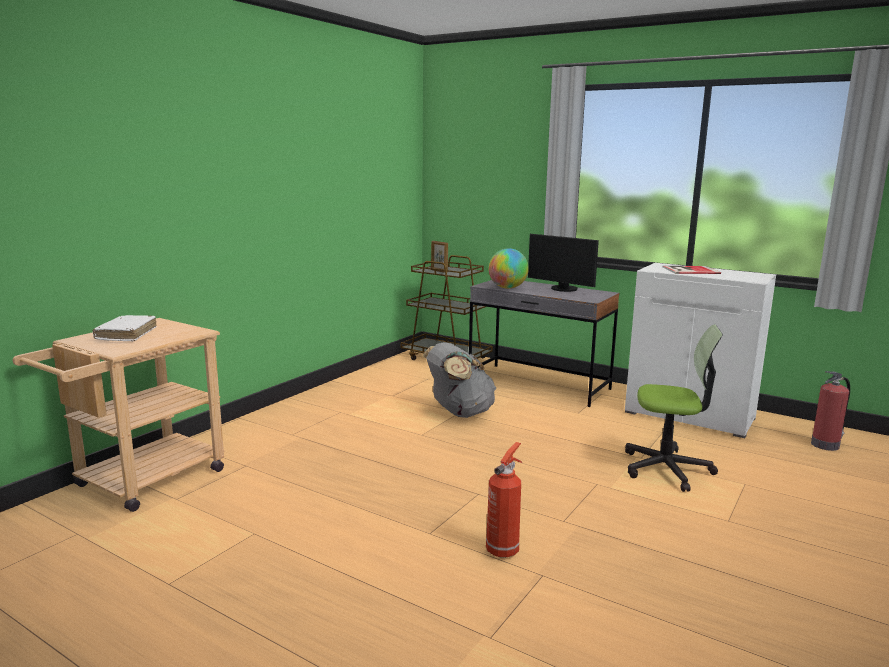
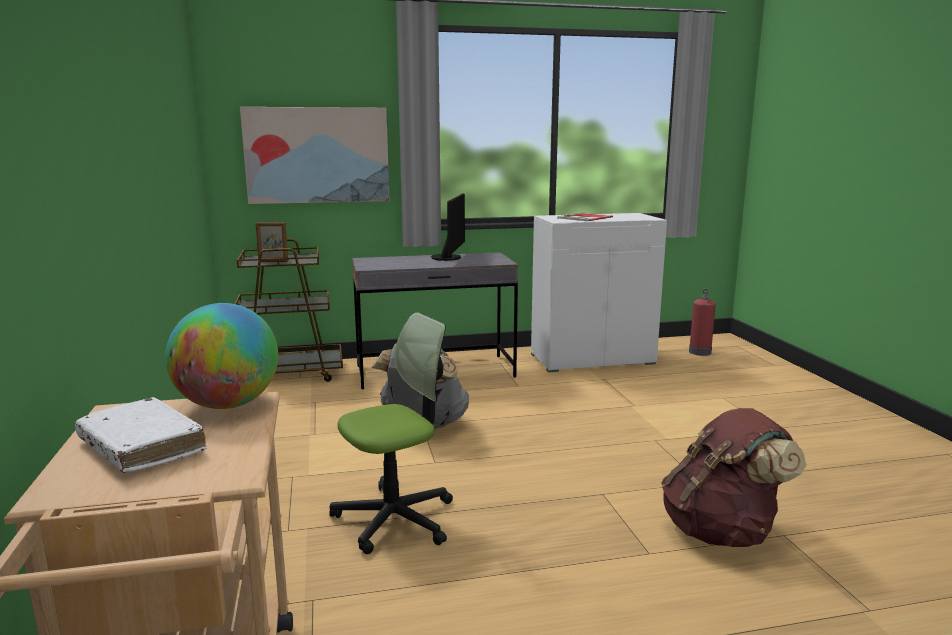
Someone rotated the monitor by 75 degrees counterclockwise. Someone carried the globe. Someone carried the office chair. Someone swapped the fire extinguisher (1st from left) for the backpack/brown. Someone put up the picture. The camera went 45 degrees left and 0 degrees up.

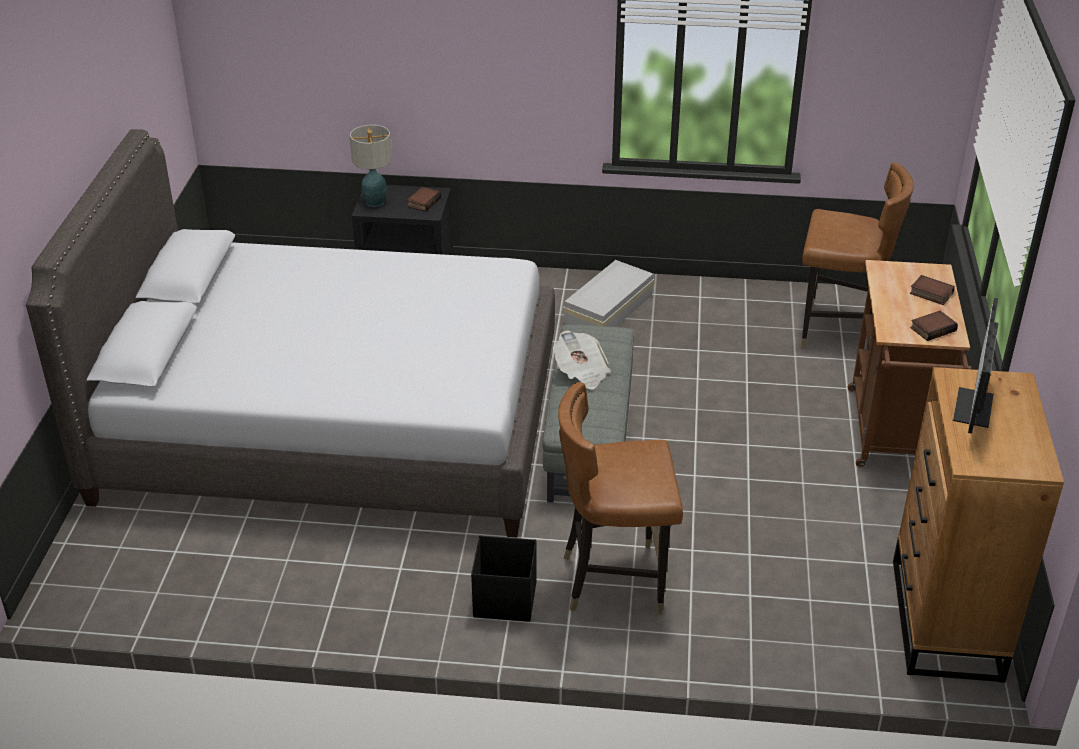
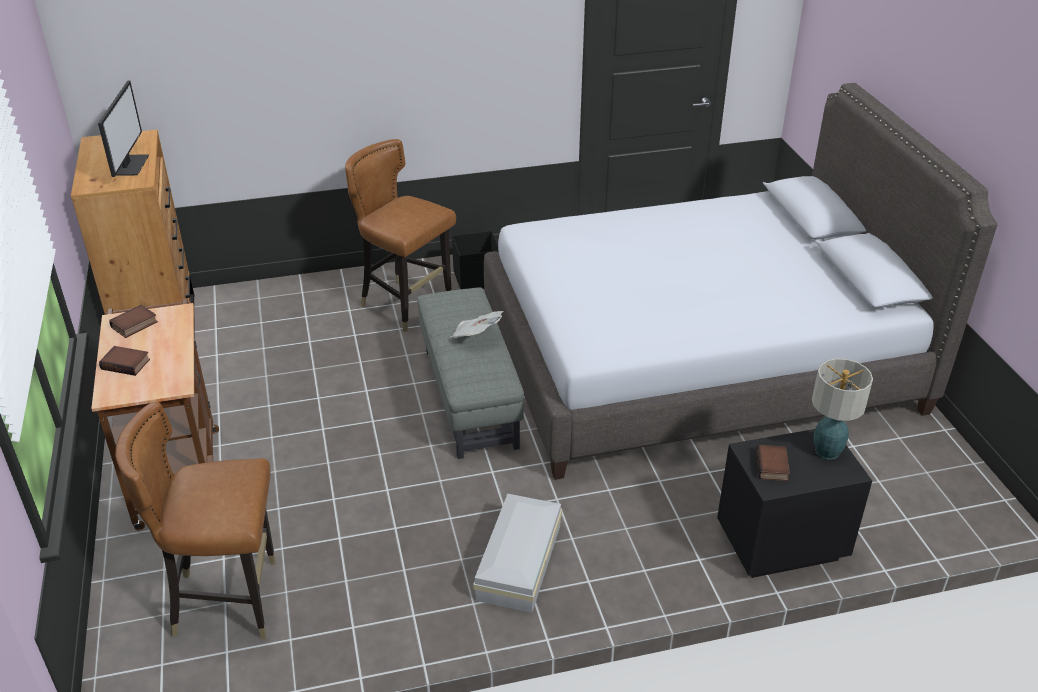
Someone rotated the chair/brown (1st from left in the first image) by 120 degrees counterclockwise. The camera went 160 degrees right and 0 degrees up.

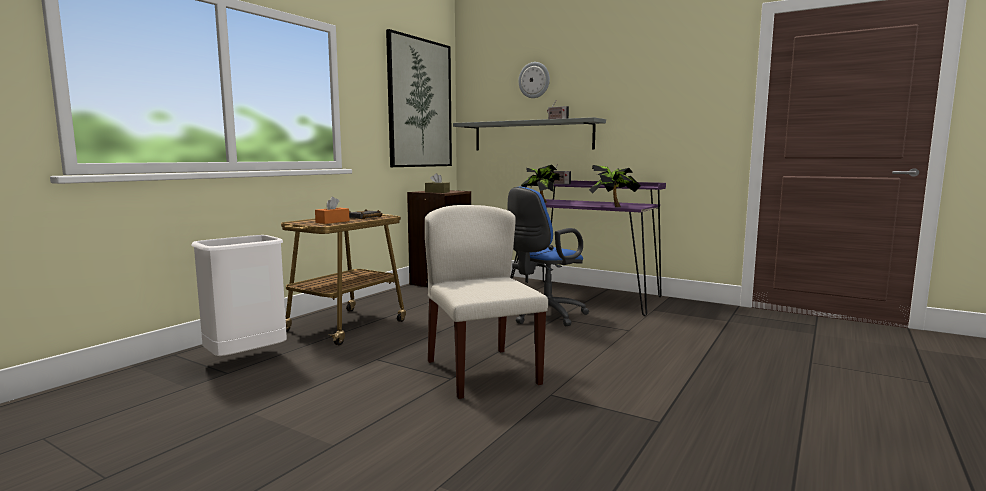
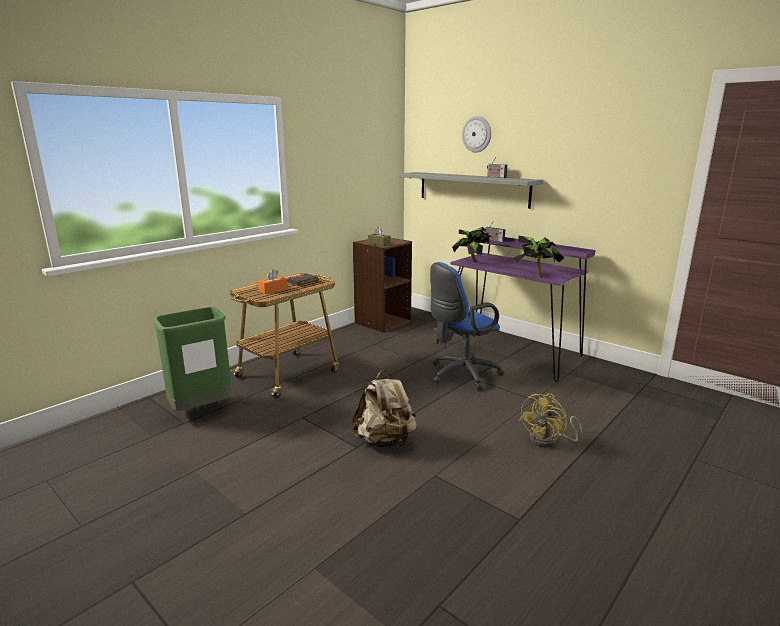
Someone took away the picture. Someone swapped the chair/beige for the backpack/beige. Someone repainted the trash can/white, which became the trash can/green. Someone put down the fan/yellow. The camera went 10 degrees right and 10 degrees up.

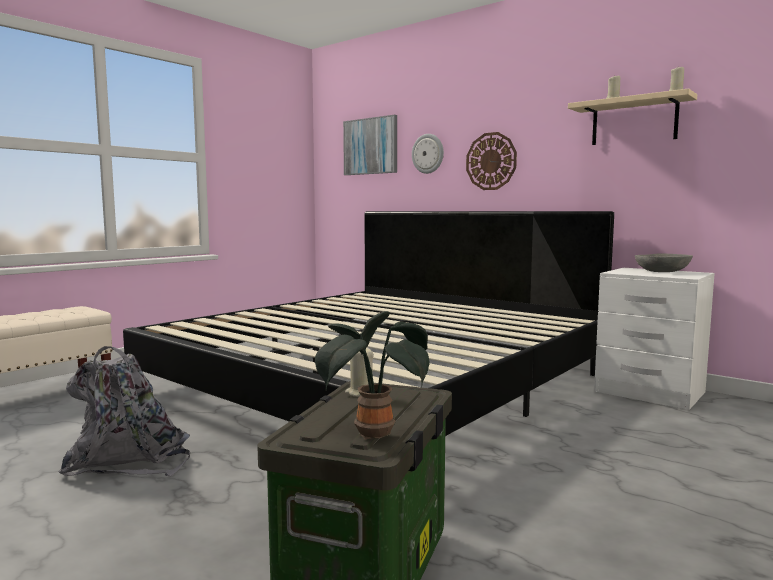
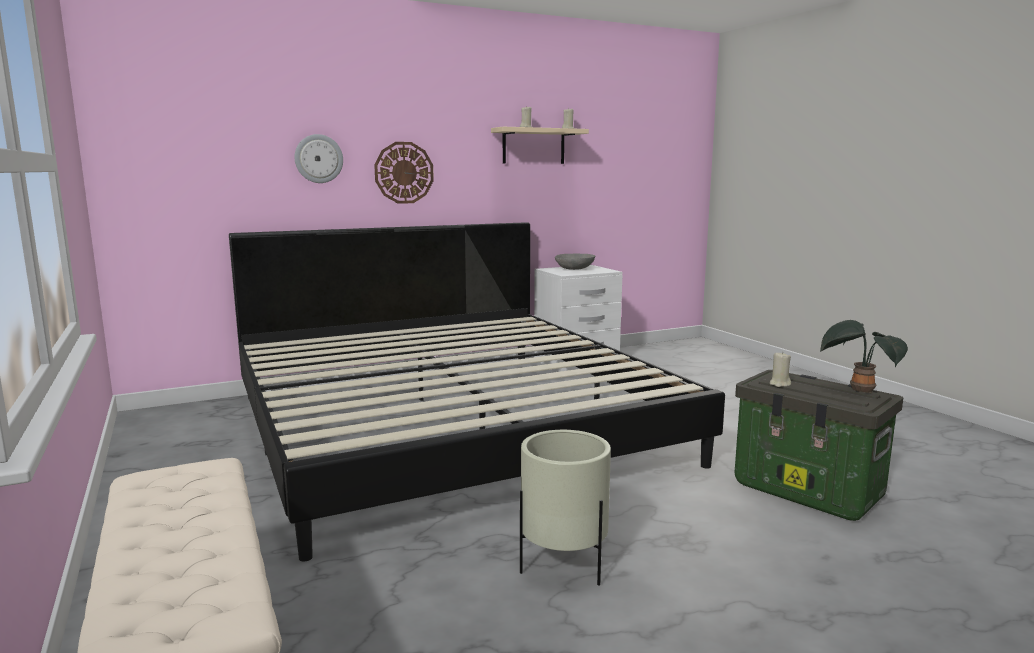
Someone took away the picture. Someone swapped the backpack/grey for the planter/beige. The camera went 65 degrees left and 5 degrees up.

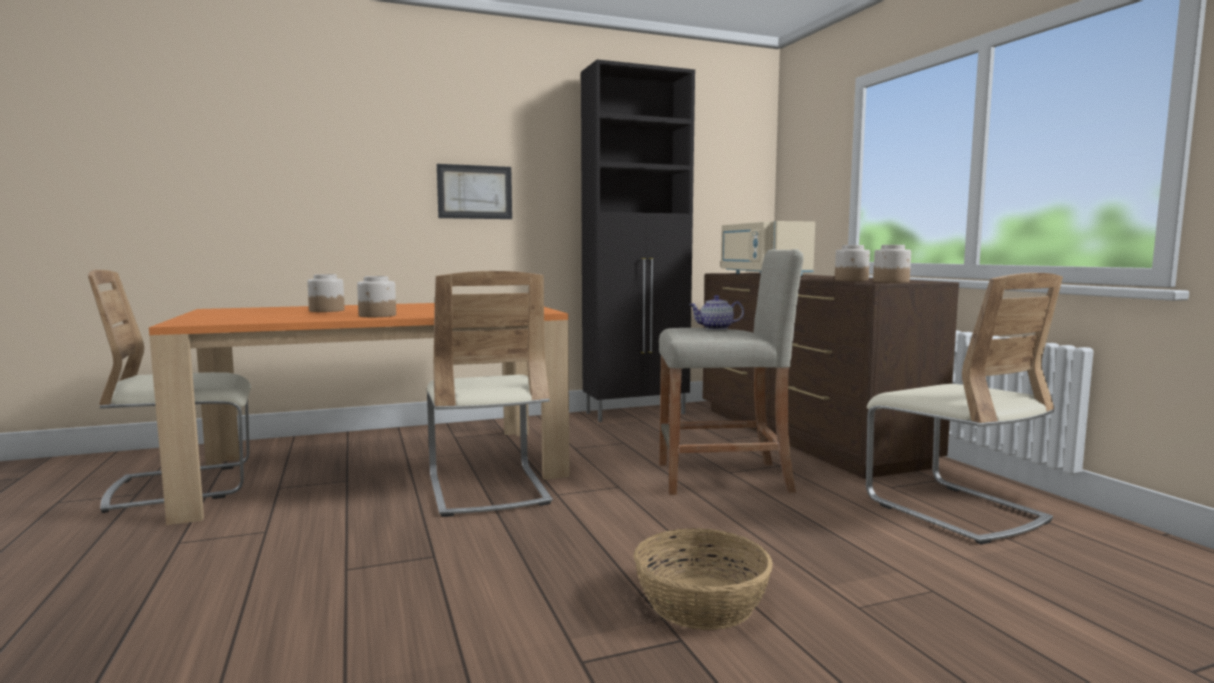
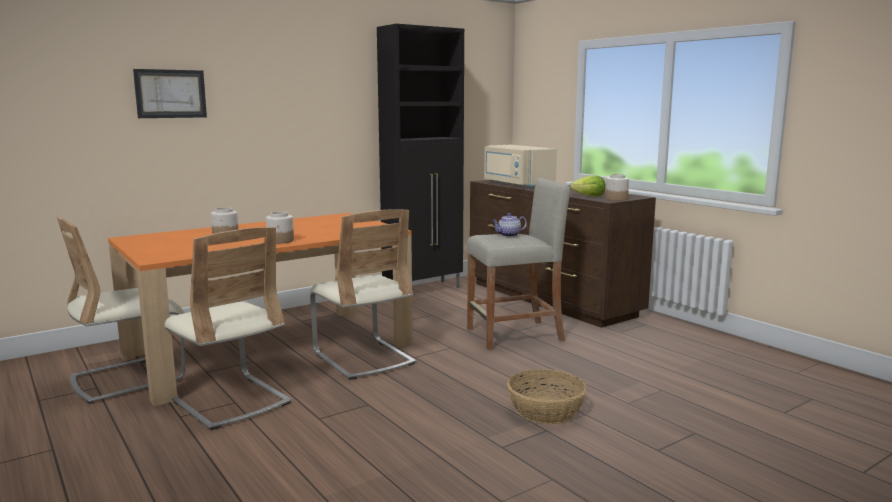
Someone carried the picture. Someone swapped the jar (3rd from left) for the lettuce. Someone carried the chair/beige (3rd from left in the first image). The camera went 15 degrees left and 5 degrees up.

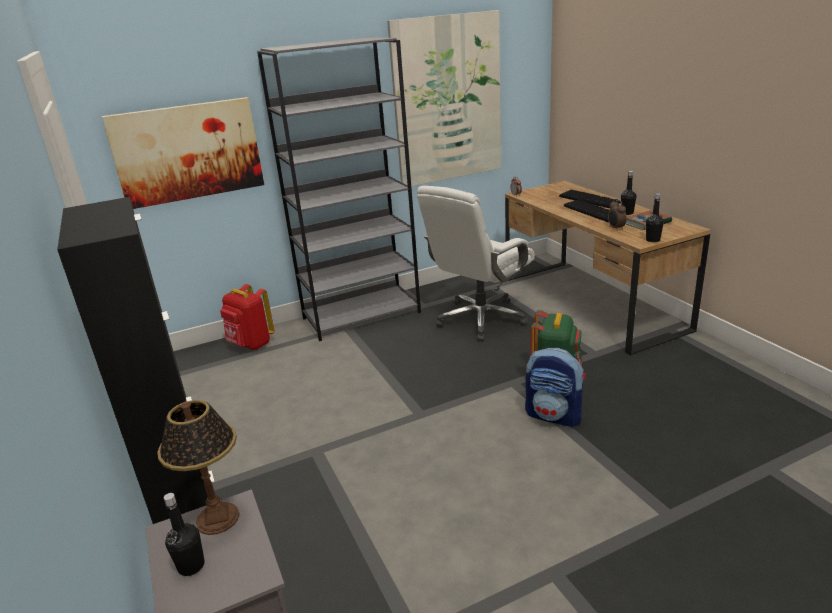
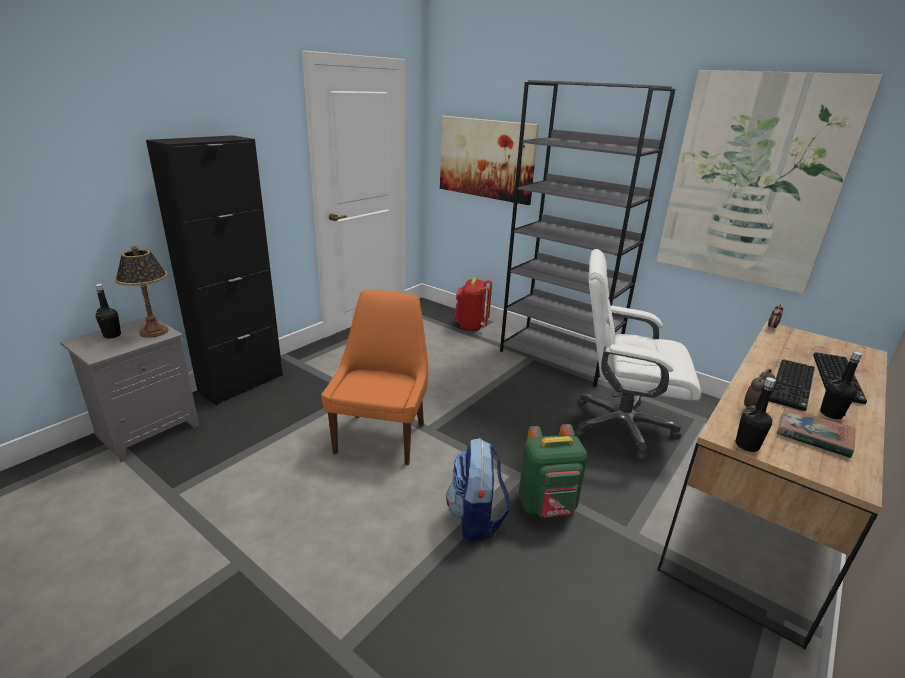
Someone put down the chair/orange. The camera went 60 degrees right and 0 degrees up.

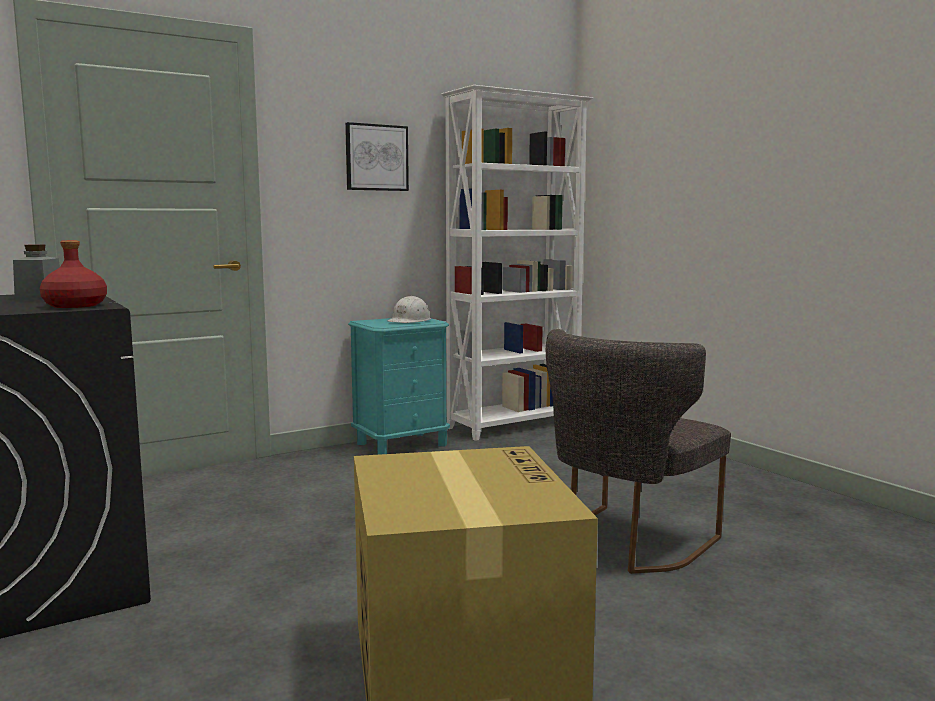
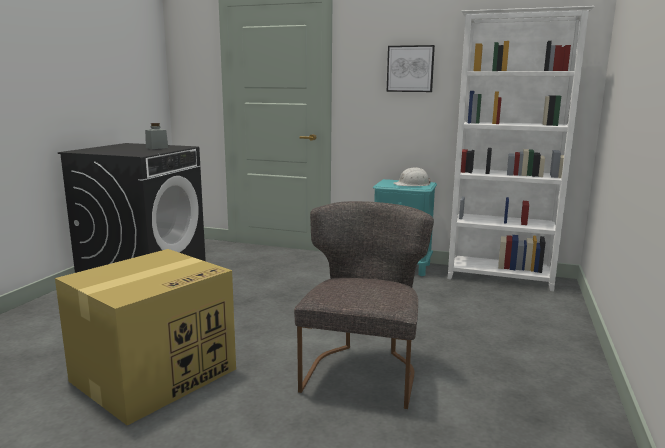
Someone took away the bottle/red. Someone rotated the chair/grey by 105 degrees clockwise. The camera went 50 degrees right and 5 degrees up.

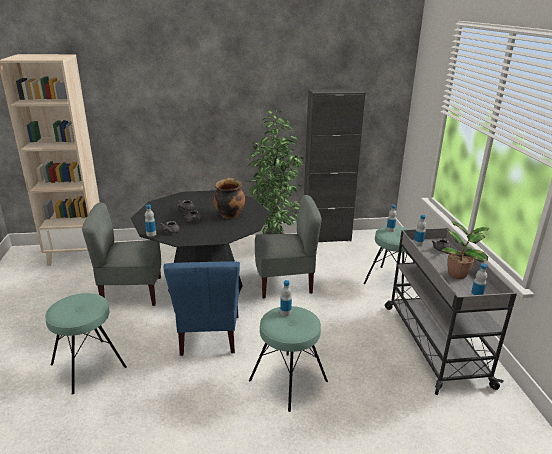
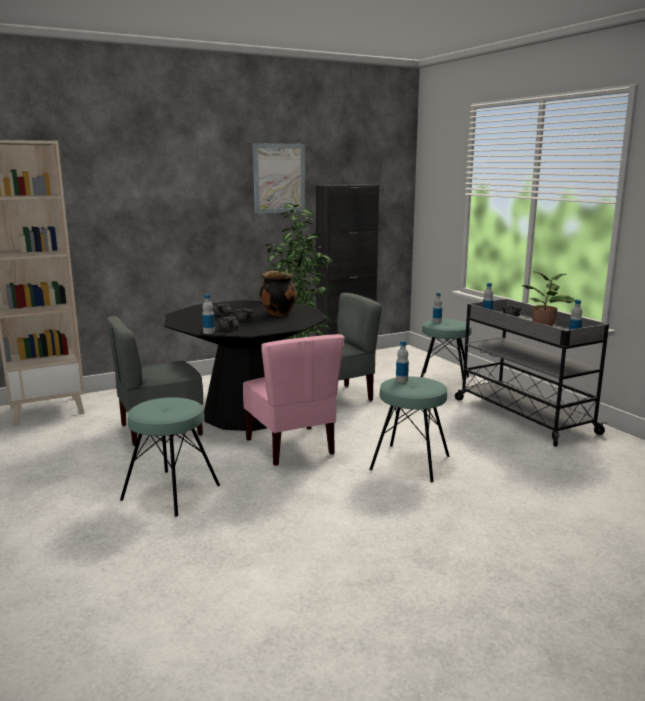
Someone repainted the chair/blue, which became the chair/pink. Someone put up the picture. The camera went 20 degrees left and 10 degrees down.

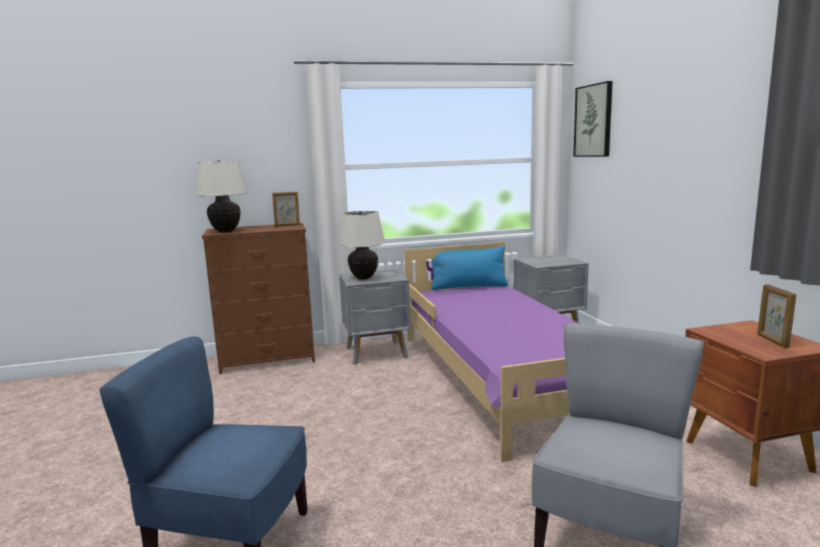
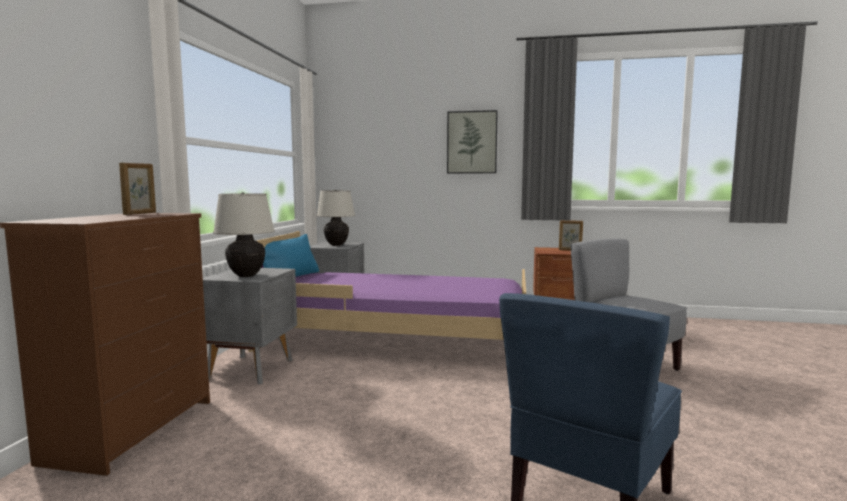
Someone carried the picture. Someone carried the table lamp/beige (1st from left in the first image). The camera went 65 degrees left and 5 degrees down.

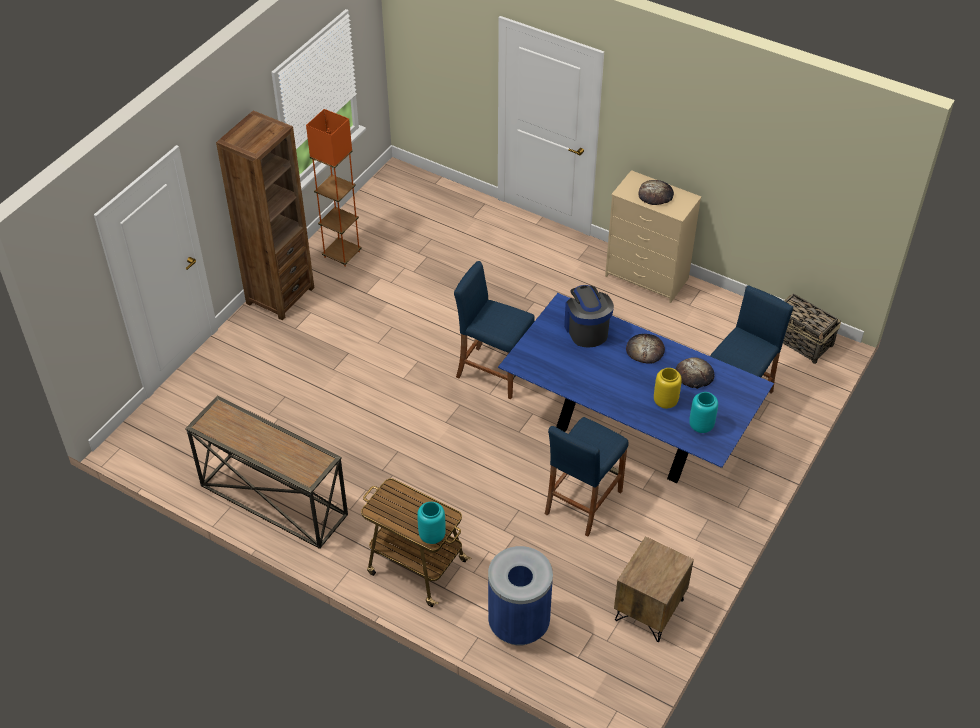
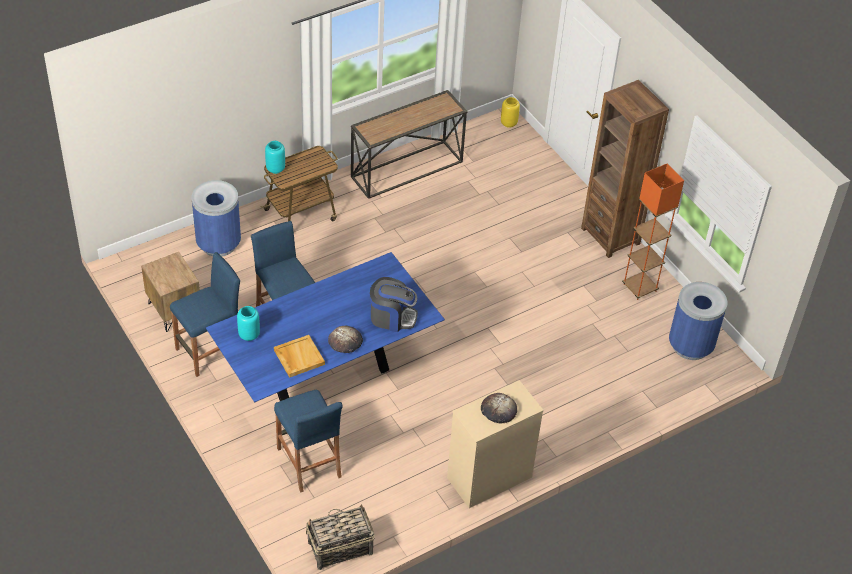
Someone carried the stool/blue (1st from left). Someone swapped the bread (3rd from left) for the tray/beige. Someone carried the vase/yellow. Someone put down the trash can/blue (2nd from left). The camera went 115 degrees right and 0 degrees up.

